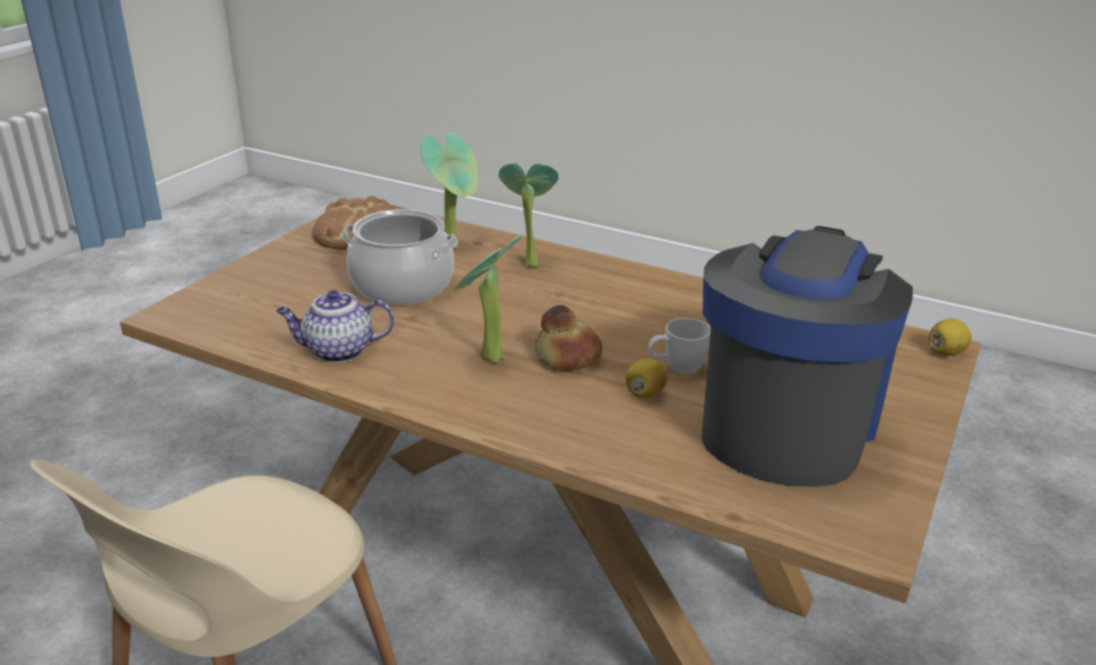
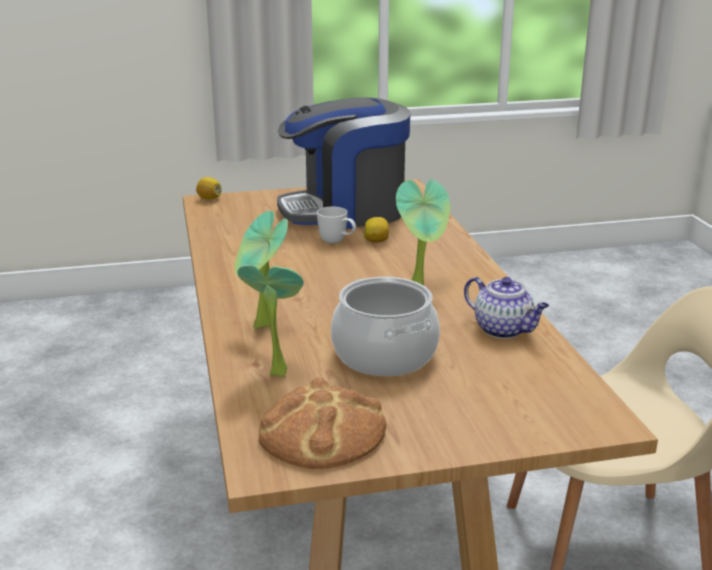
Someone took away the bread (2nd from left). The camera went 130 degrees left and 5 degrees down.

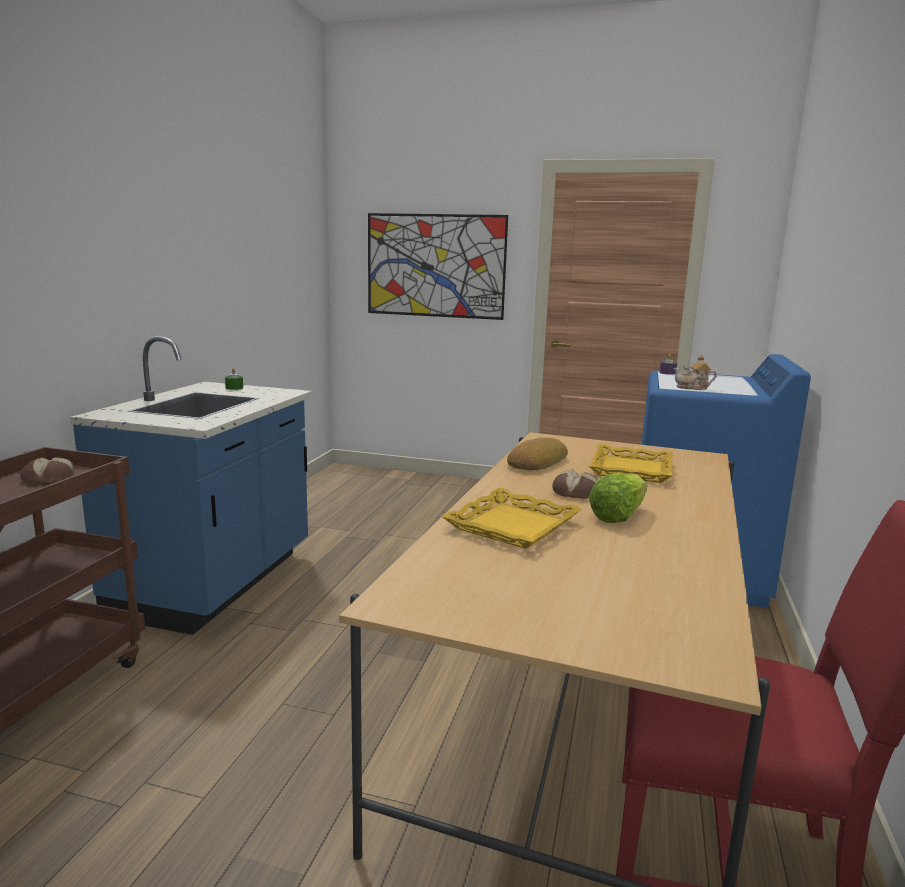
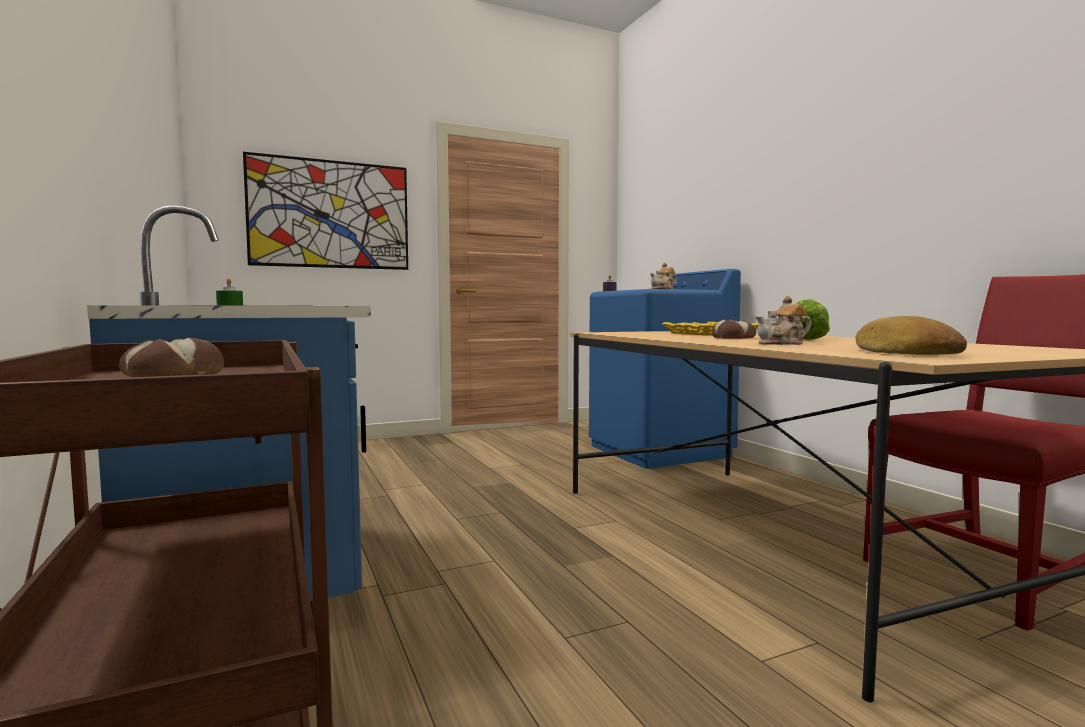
Someone carried the bread (2nd from left in the first image). Someone swapped the tray/yellow (1st from left) for the teapot (2nd from left). The camera went 40 degrees left and 10 degrees down.

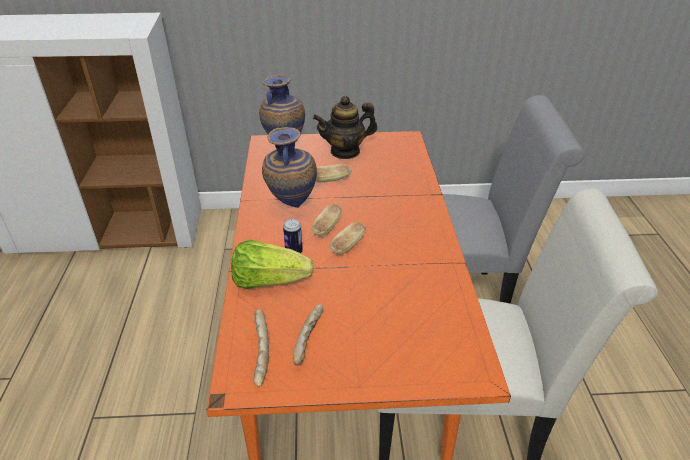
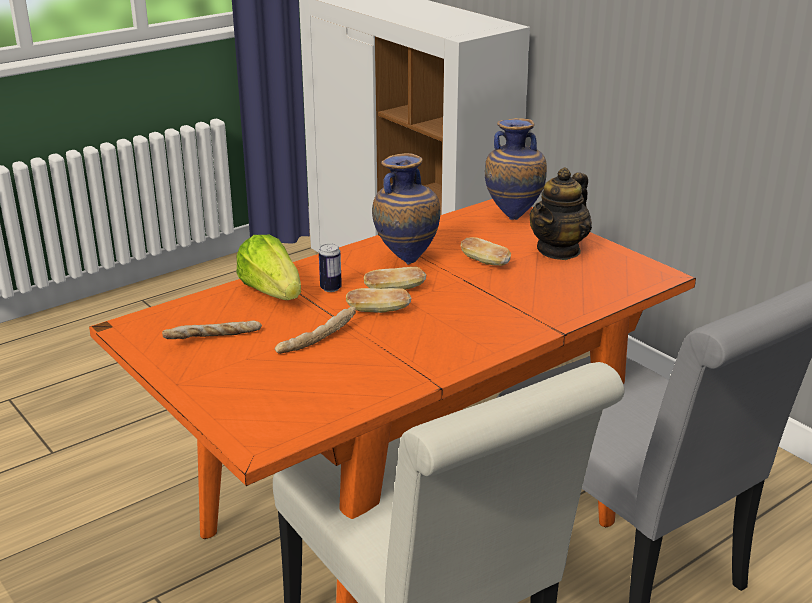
Someone rotated the teapot by 90 degrees counterclockwise. Someone carried the bread (1st from left in the first image). The camera went 55 degrees right and 10 degrees down.

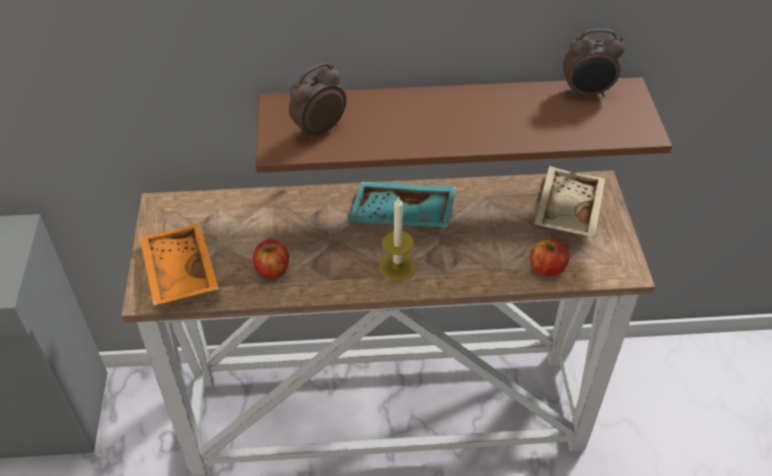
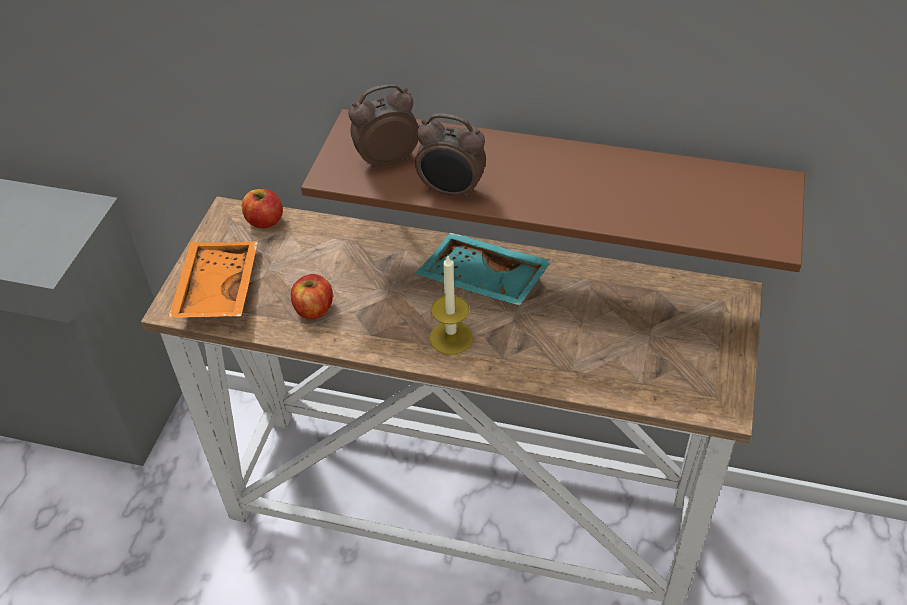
Someone carried the alarm clock (2nd from left). Someone took away the tray/beige. Someone carried the apple (2nd from left in the first image). The camera went 20 degrees right and 0 degrees up.

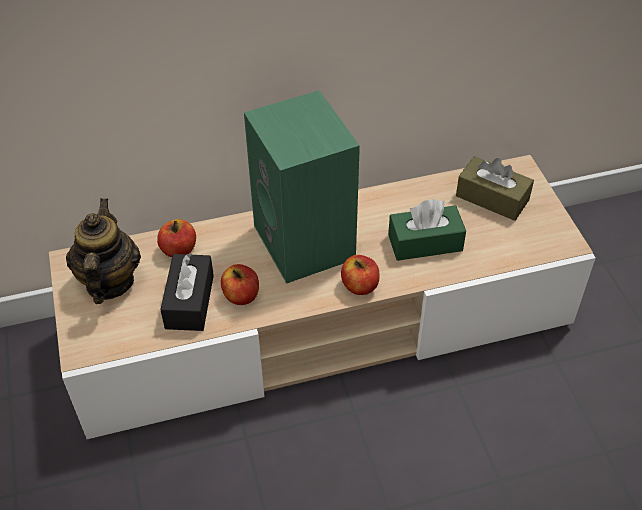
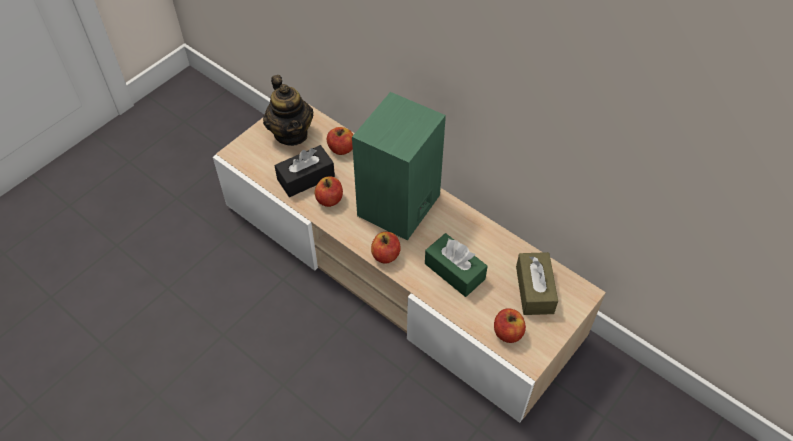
Someone rotated the teapot by 105 degrees clockwise. Someone put down the apple (4th from left). The camera went 55 degrees right and 5 degrees up.

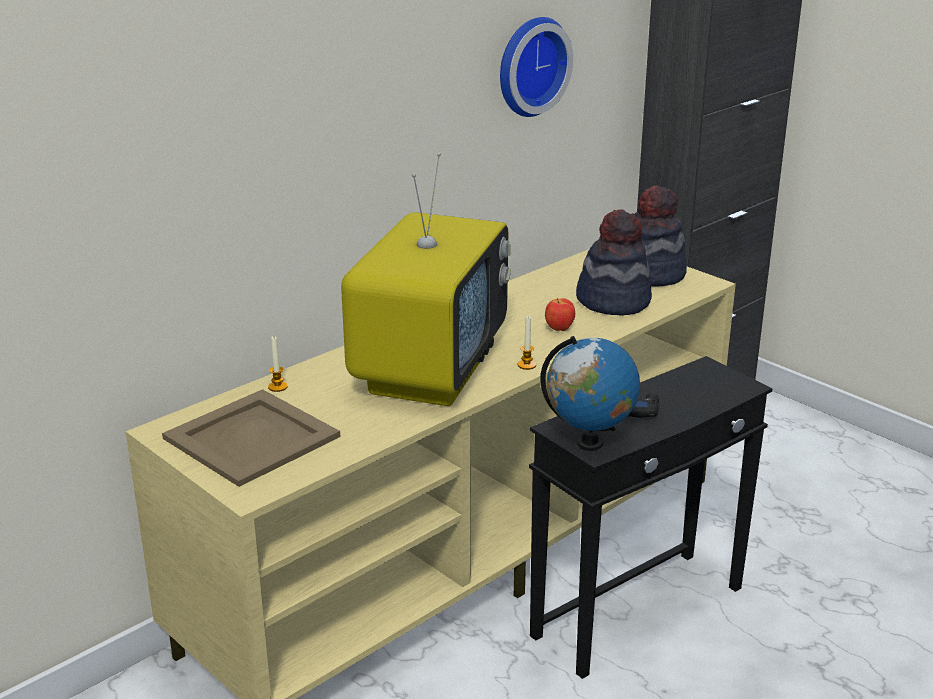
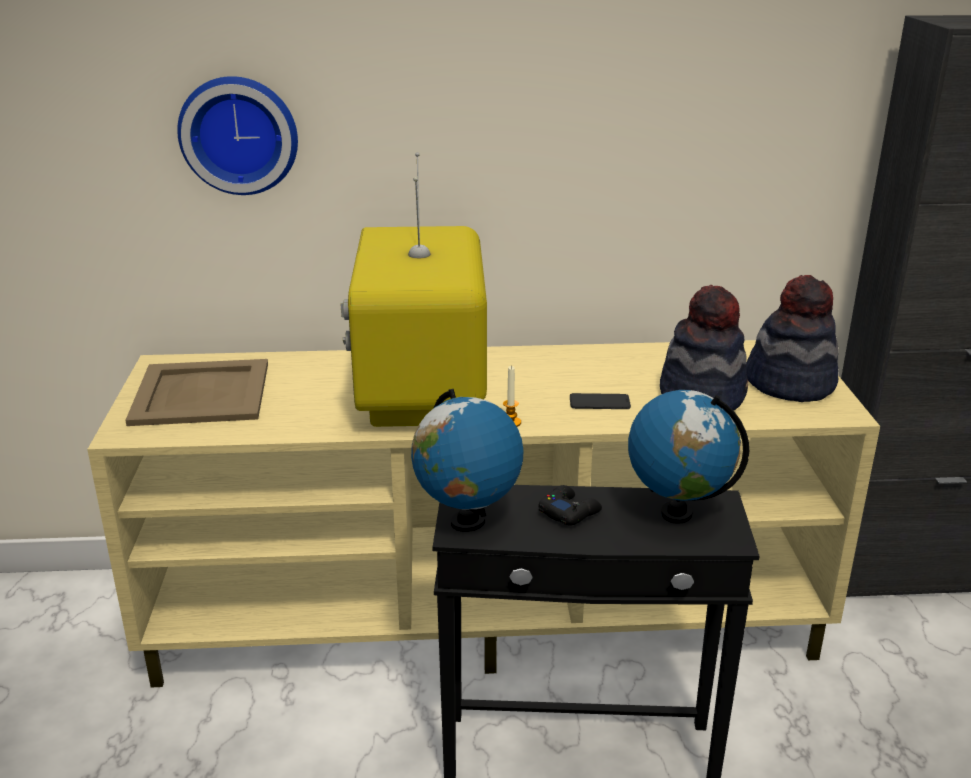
Someone carried the wall clock. Someone rotated the television by 120 degrees clockwise. Someone swapped the apple for the phone. Someone took away the candle (1st from left). Someone put down the globe (2nd from left). The camera went 40 degrees right and 0 degrees up.

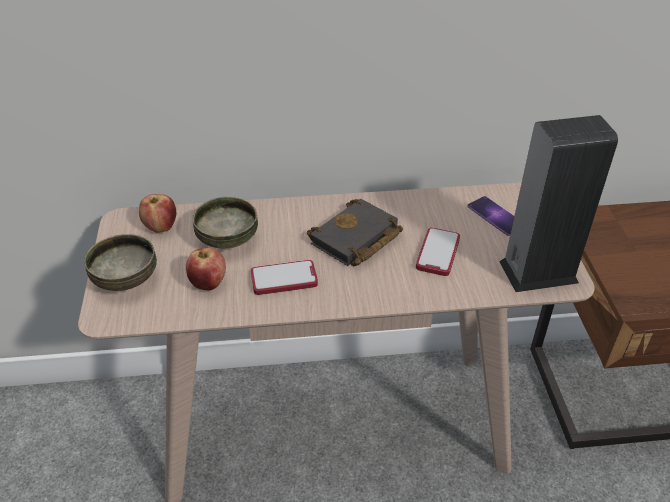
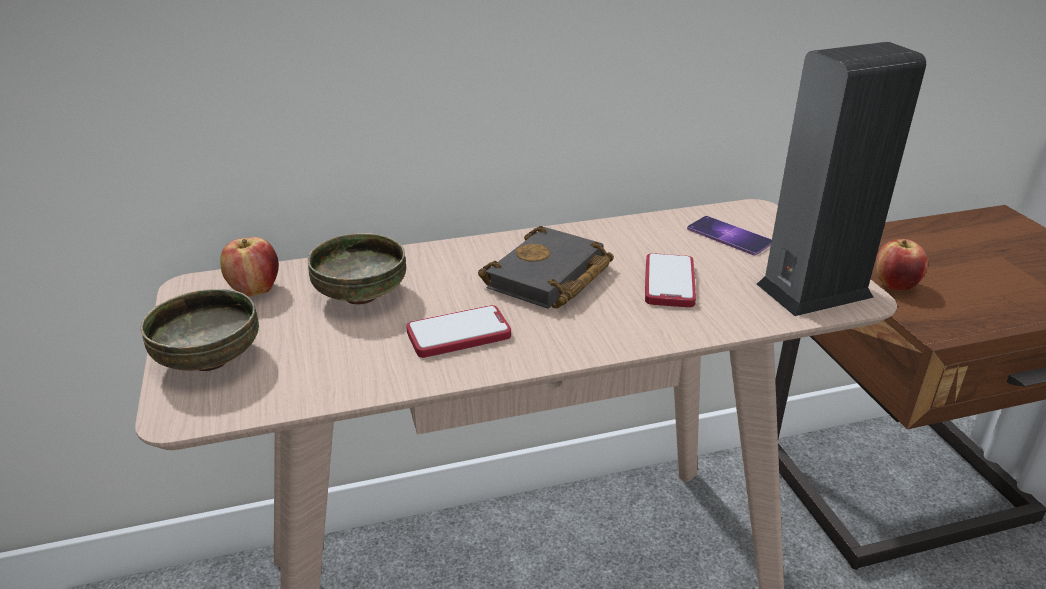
Someone carried the apple (2nd from left). The camera went 10 degrees left and 10 degrees down.

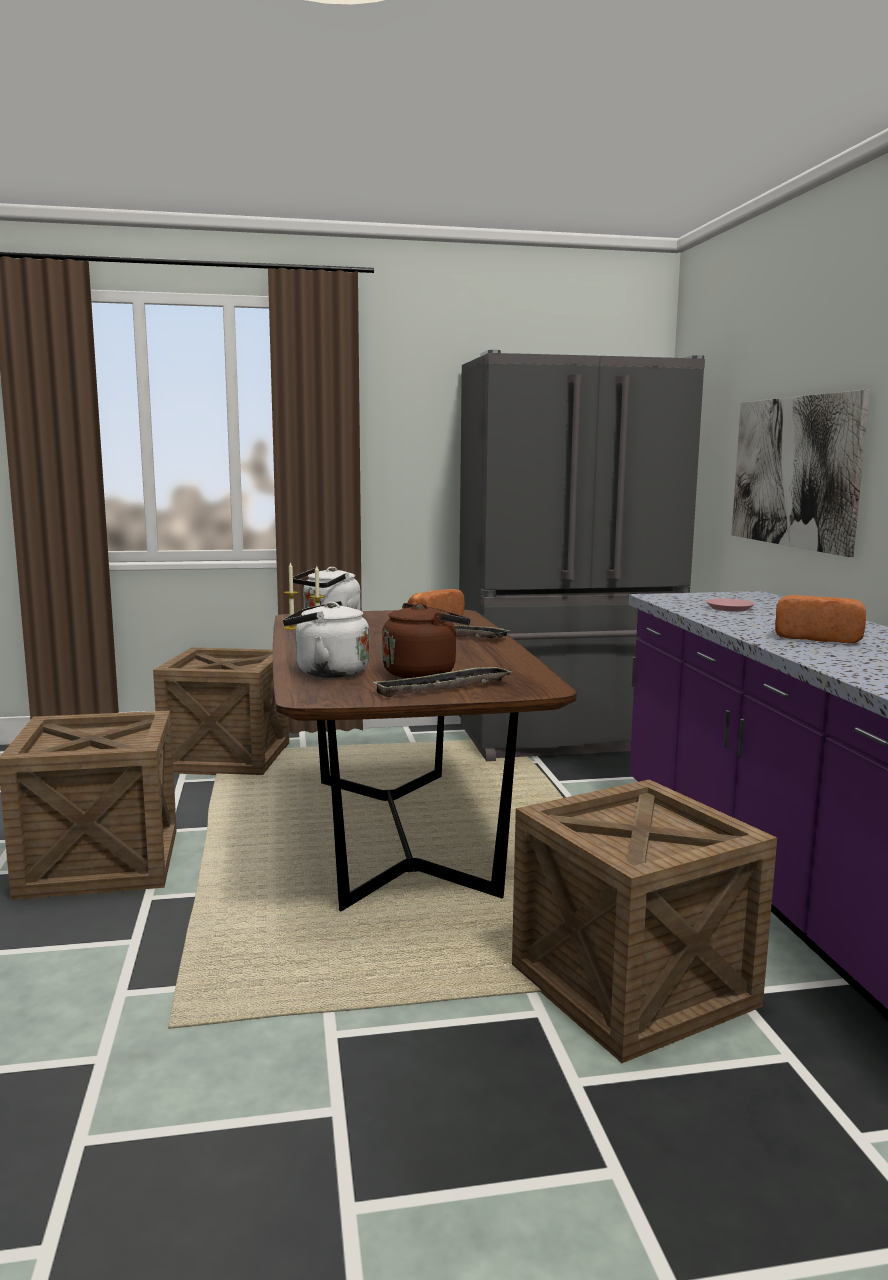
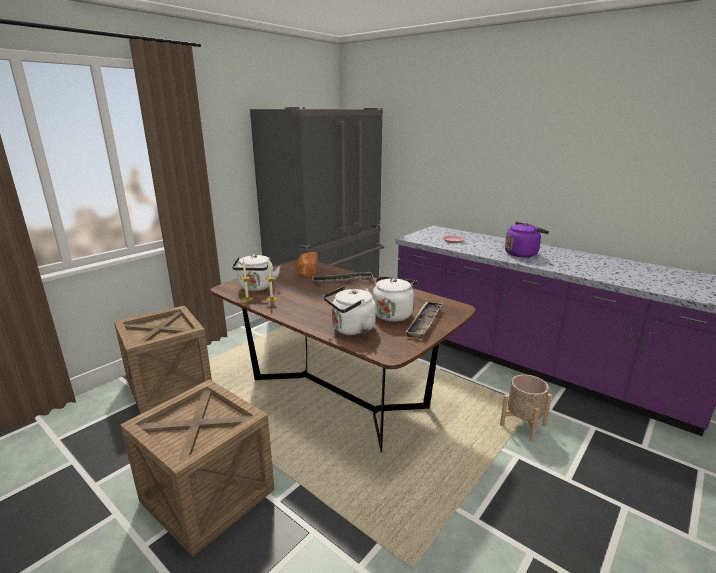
Someone took away the picture. Someone swapped the bread (2nd from left) for the kettle/purple. Someone repainted the kettle/brown, which became the kettle/white (3rd from left). Someone swapped the crate (3rd from left) for the planter/beige. The camera went 40 degrees left and 10 degrees up.

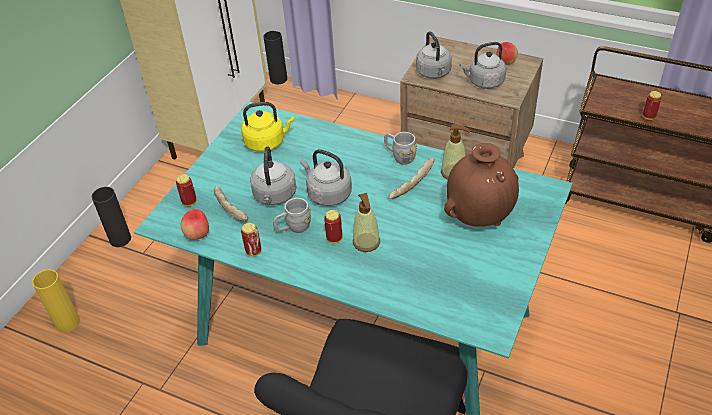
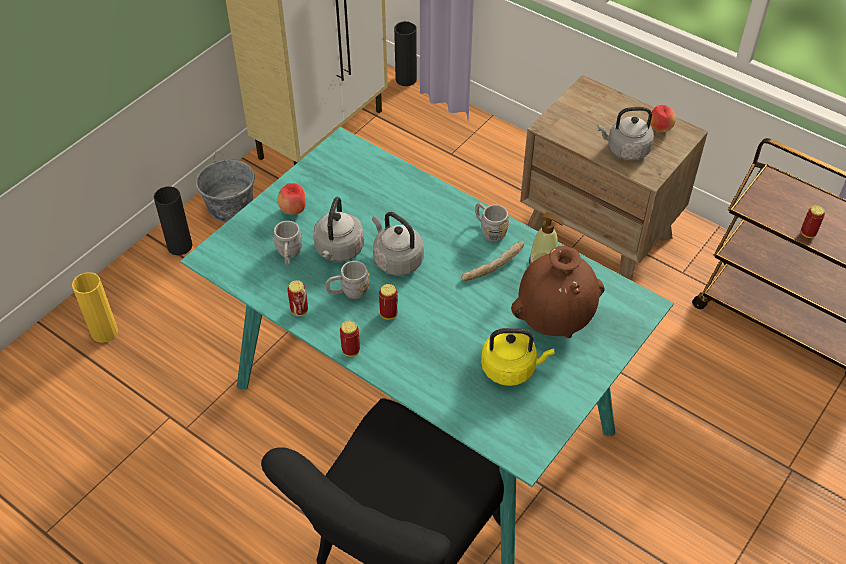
Someone took away the kettle/grey (3rd from left). Someone carried the kettle/yellow. Someone carried the can (1st from left in the first image). Someone swapped the bread (1st from left) for the mug/grey (1st from left). Someone took away the soap dispenser (1st from left). Someone carried the apple (1st from left). Someone put down the bucket/grey. The camera went 10 degrees right and 5 degrees up.

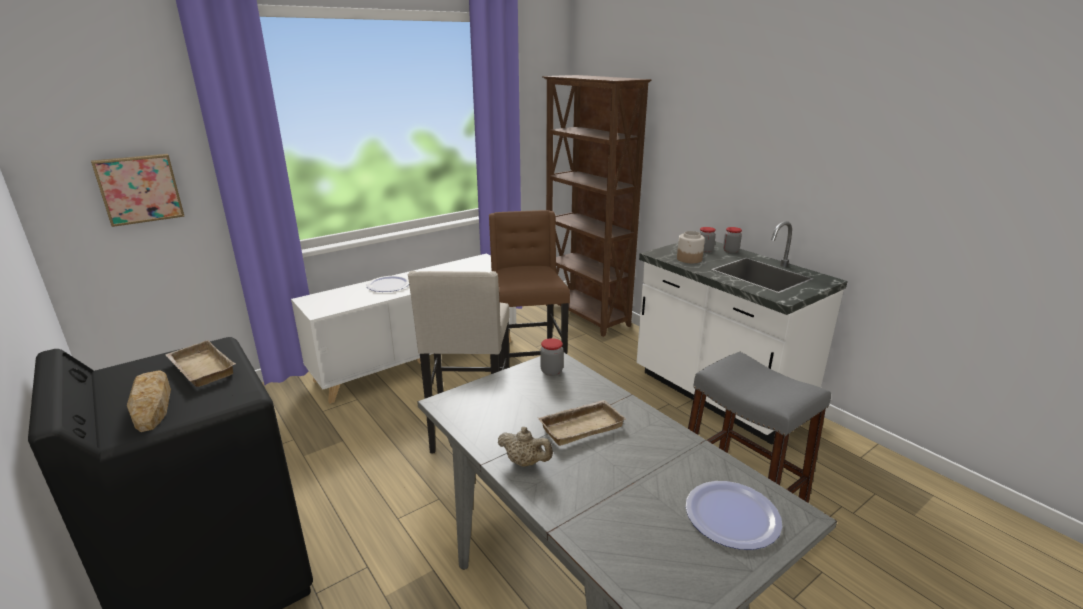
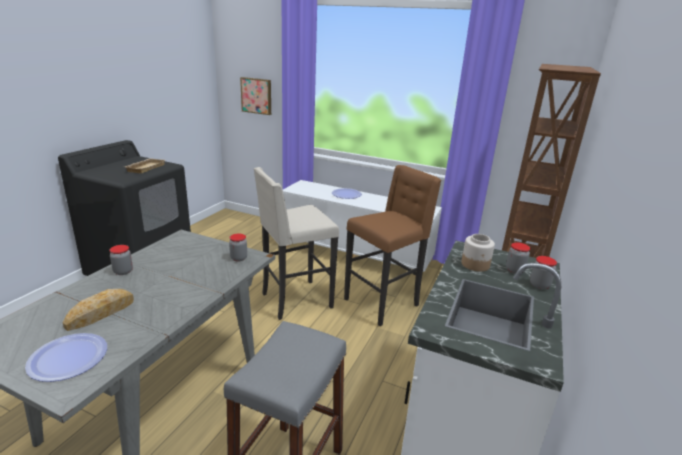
Someone carried the bread. Someone took away the tray/beige (2nd from left). Someone swapped the teapot/beige for the jar (1st from left). The camera went 60 degrees right and 0 degrees up.

